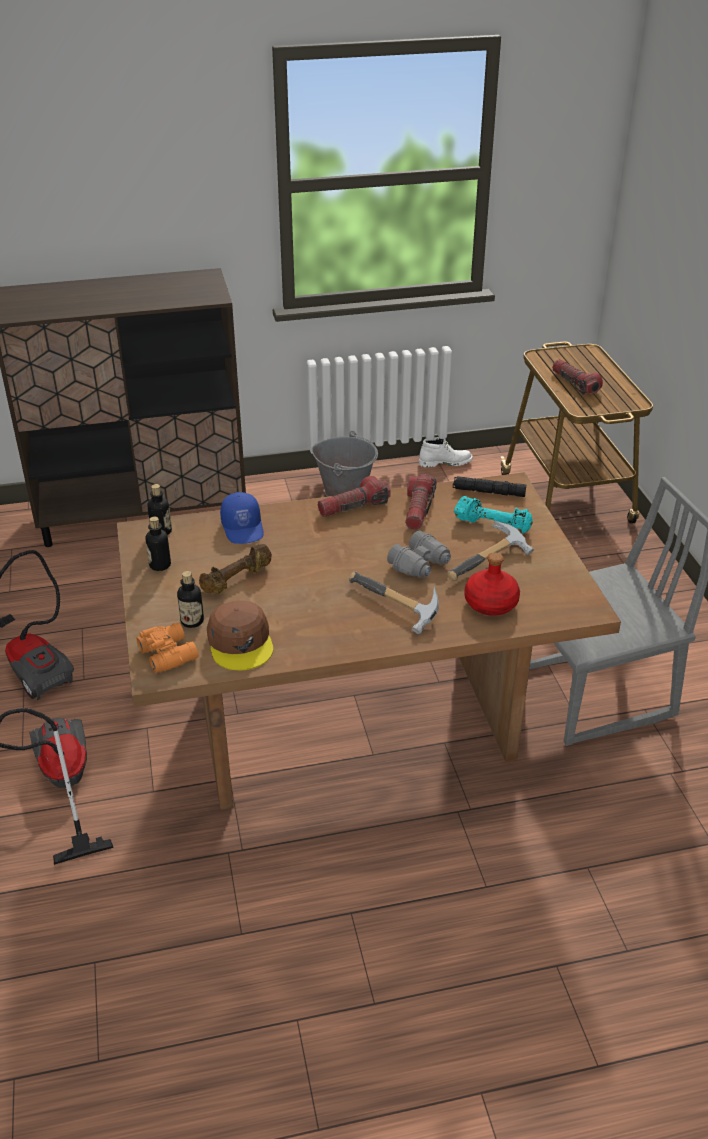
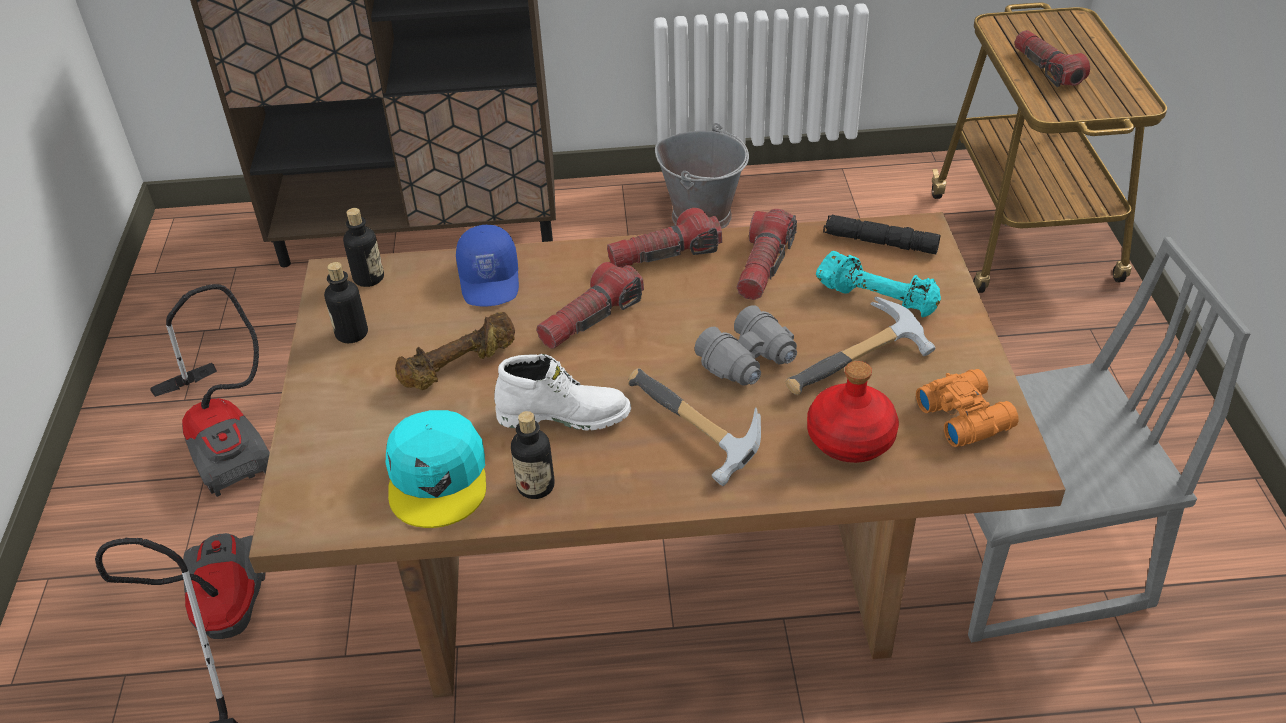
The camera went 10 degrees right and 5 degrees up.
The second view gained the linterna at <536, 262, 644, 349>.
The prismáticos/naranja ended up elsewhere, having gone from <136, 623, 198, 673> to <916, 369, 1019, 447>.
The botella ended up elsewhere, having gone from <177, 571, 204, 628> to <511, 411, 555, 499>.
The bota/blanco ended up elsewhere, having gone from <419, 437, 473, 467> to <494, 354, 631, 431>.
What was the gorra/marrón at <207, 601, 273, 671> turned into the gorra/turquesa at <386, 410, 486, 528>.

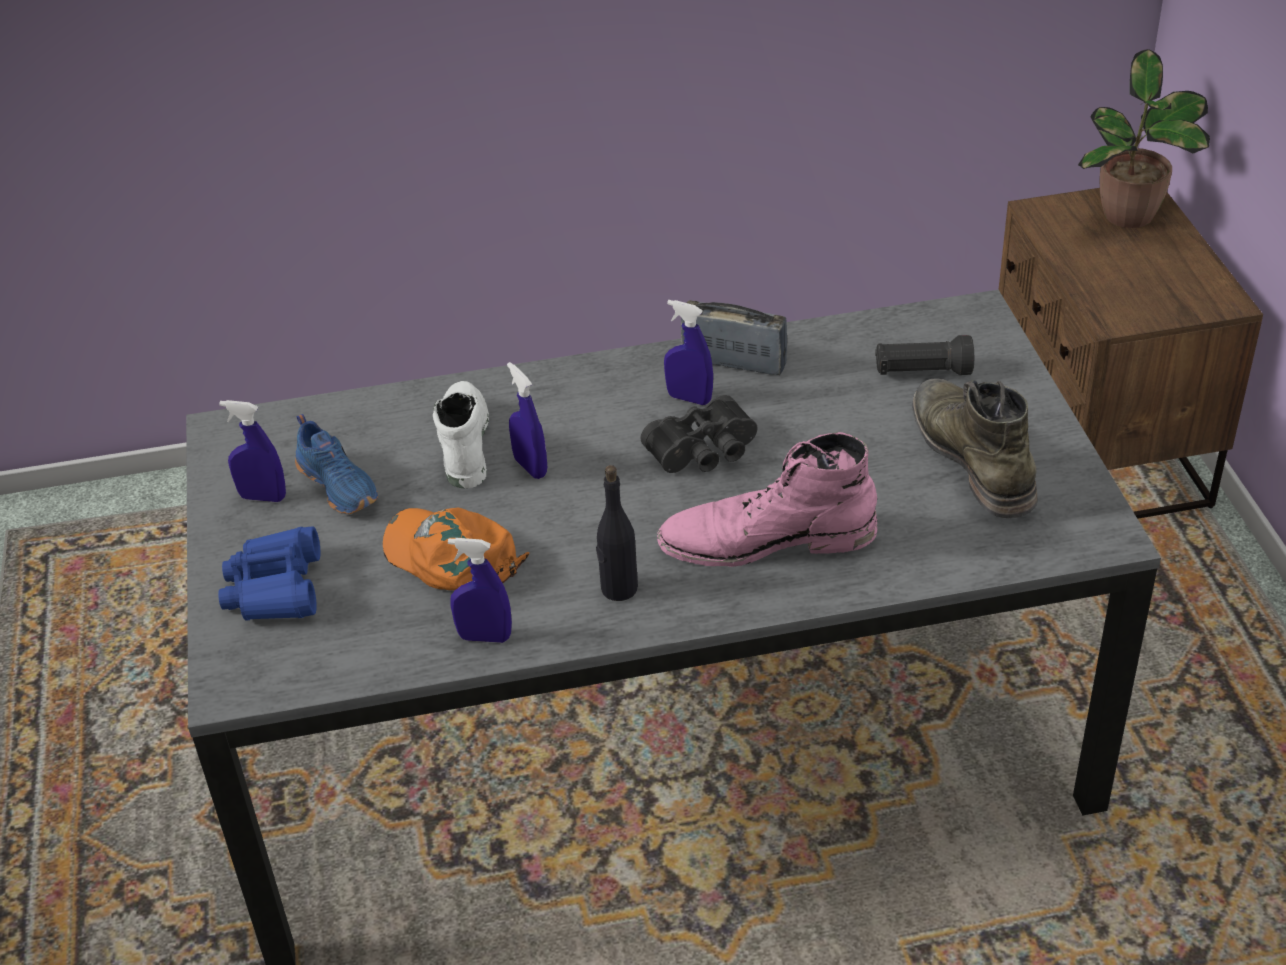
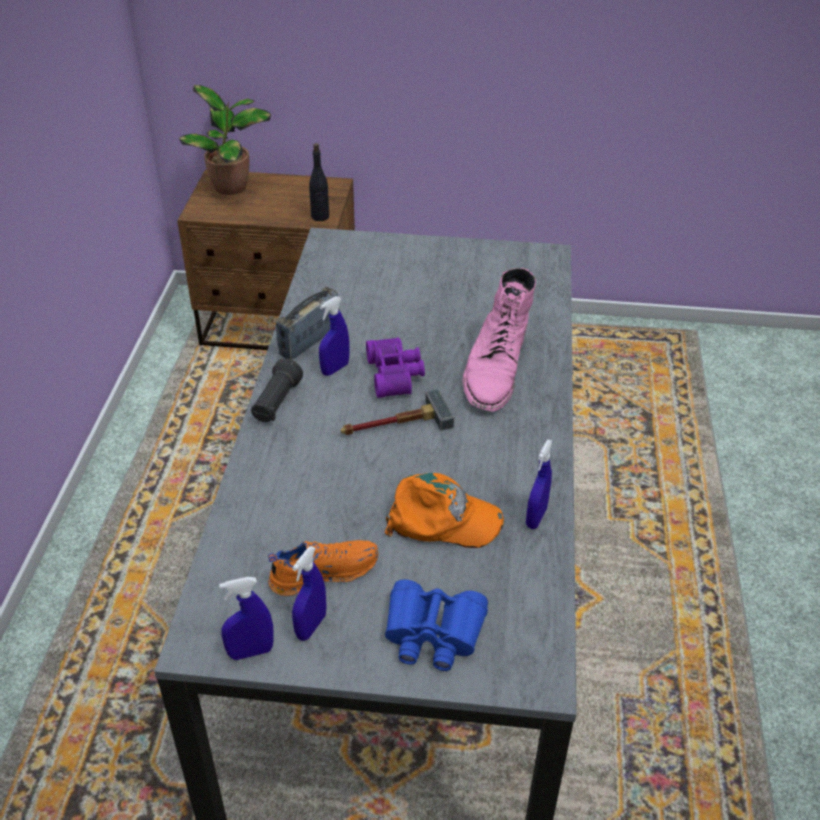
The camera went 75 degrees left and 0 degrees up.
The second view lost the bota/blanco at <433, 381, 489, 489>.
The second view lost the bota/verde at <912, 378, 1037, 518>.
The second view gained the martillo at <340, 389, 454, 435>.
The pulverizador/azul ended up elsewhere, having gone from <507, 362, 547, 479> to <219, 577, 274, 660>.
The botella/negro ended up elsewhere, having gone from <596, 465, 638, 601> to <309, 143, 329, 221>.
The linterna/negro ended up elsewhere, having gone from <875, 335, 974, 375> to <251, 358, 303, 422>.
What was the zapato/azul at <295, 414, 378, 514> turned into the zapato/naranja at <268, 540, 378, 596>.
What was the prismáticos/negro at <641, 395, 758, 473> turned into the prismáticos/morado at <366, 337, 425, 398>.
The gorra/naranja at <382, 507, 530, 590> ended up facing another way, 135 degrees counterclockwise from before.

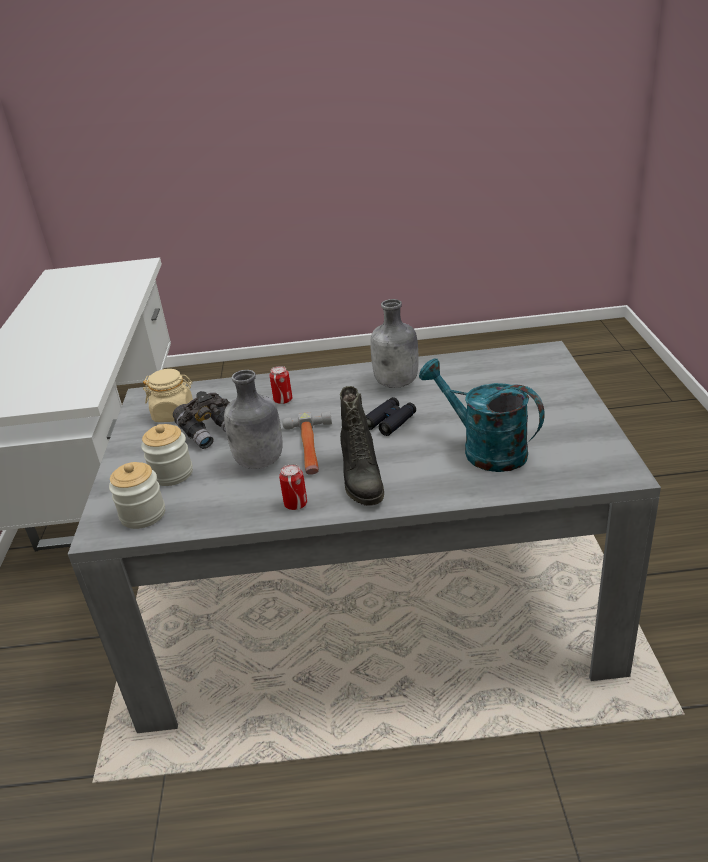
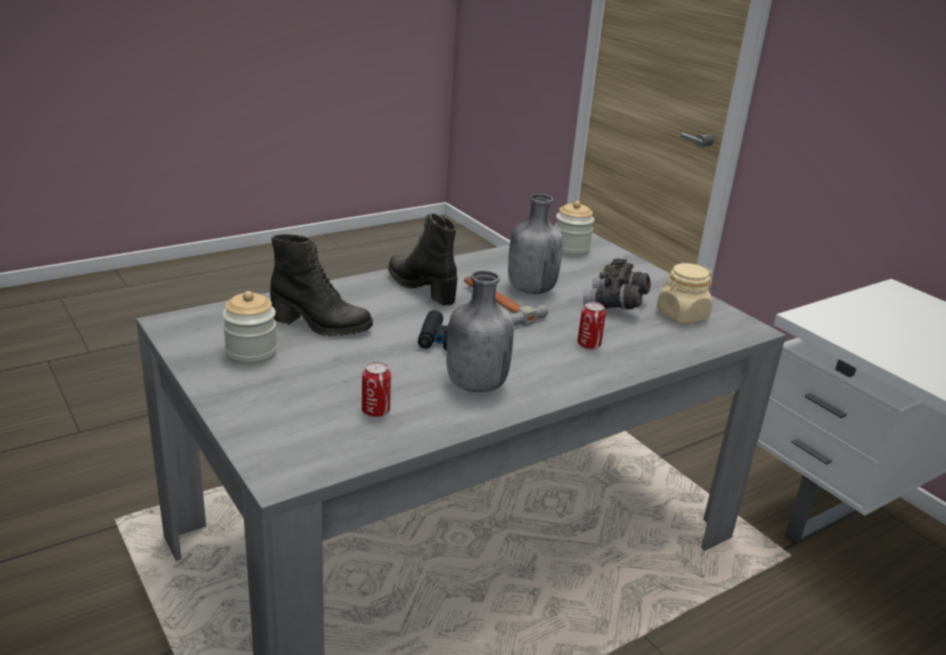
The camera went 145 degrees right and 5 degrees down.
The tarro ended up elsewhere, having gone from <141, 424, 193, 486> to <222, 291, 277, 365>.
The lata ended up elsewhere, having gone from <279, 464, 307, 510> to <362, 361, 391, 417>.
Where the regadera/turquesa stood at <419, 359, 544, 472>, the bota/negro came to stand at <270, 234, 373, 336>.

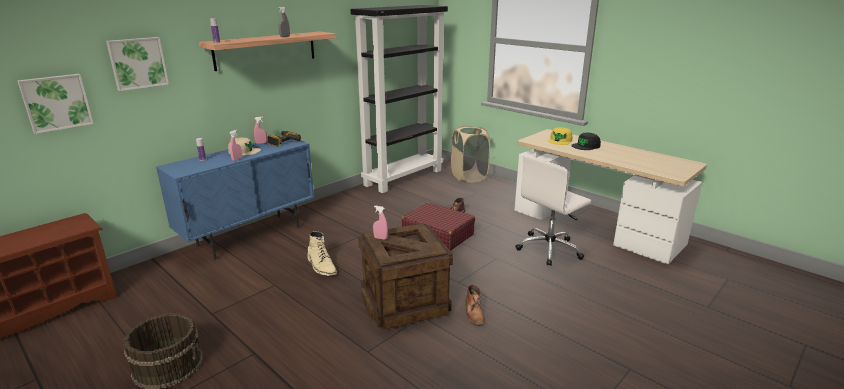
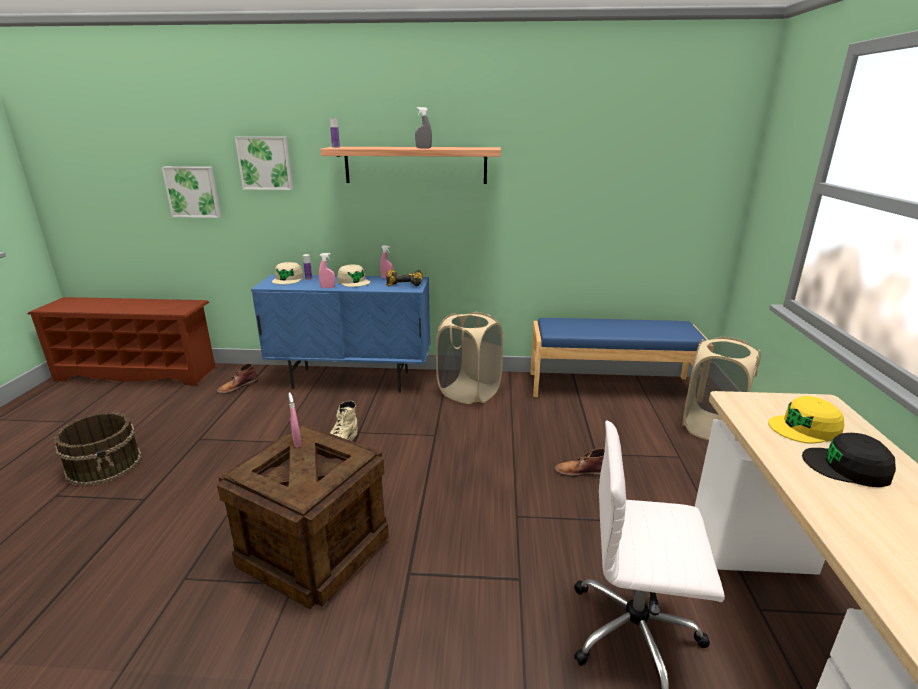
The camera went 50 degrees right and 0 degrees up.
The second view lost the maleta/rojo at <402, 202, 475, 251>.
The second view gained the gorra/beis at <272, 262, 304, 285>.
The second view gained the cesto de la ropa/beis at <436, 312, 503, 404>.
The bota/marrón ended up elsewhere, having gone from <465, 284, 485, 326> to <217, 363, 258, 394>.
Where the estantería/negro stood at <350, 5, 448, 193>, the banco/azul came to stand at <531, 318, 708, 397>.

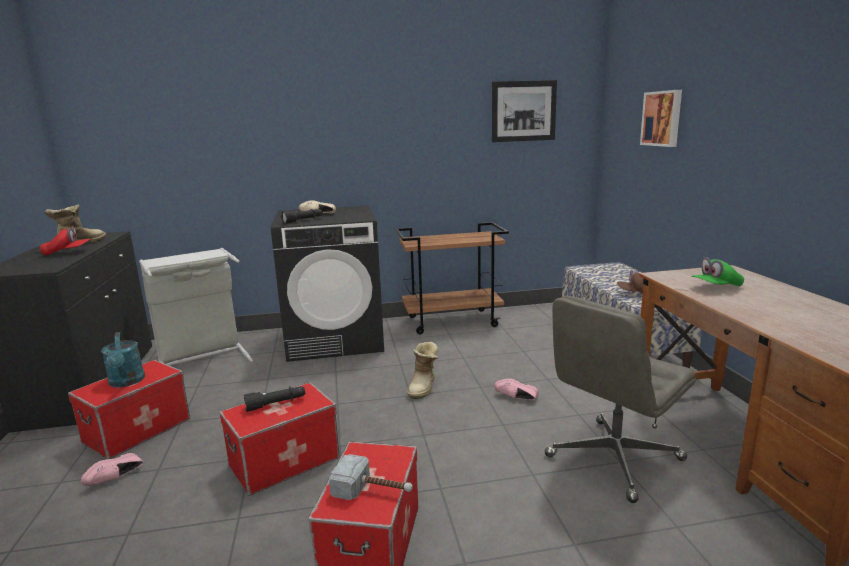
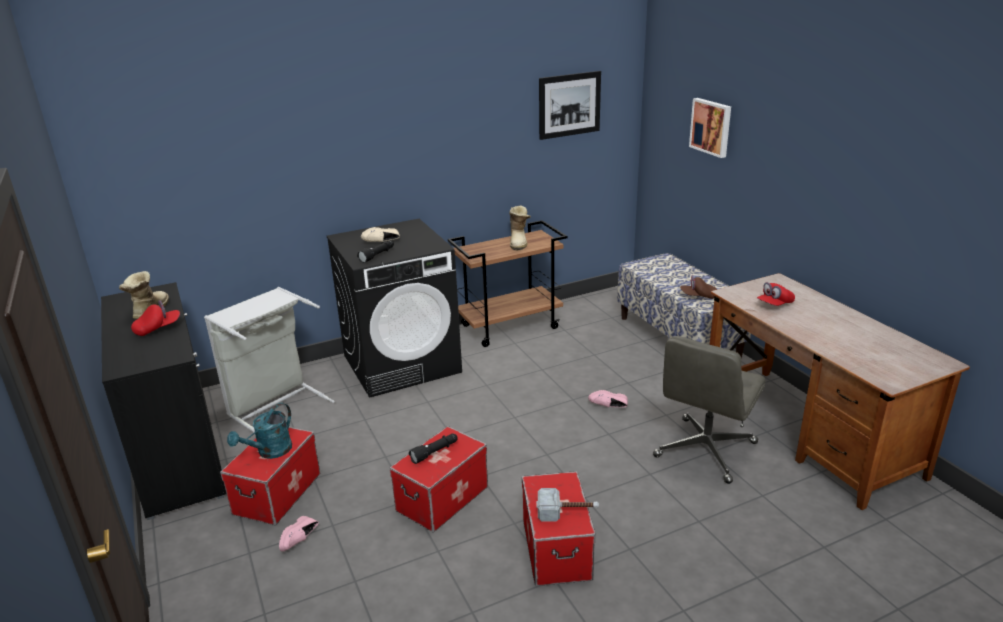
The camera went 15 degrees left and 10 degrees up.
The bota ended up elsewhere, having gone from <407, 342, 438, 399> to <509, 206, 531, 250>.
What was the gorra/verde at <692, 257, 744, 287> turned into the gorra/rojo at <757, 282, 795, 306>.
The regadera/turquesa at <101, 332, 145, 387> ended up facing another way, 75 degrees clockwise from before.

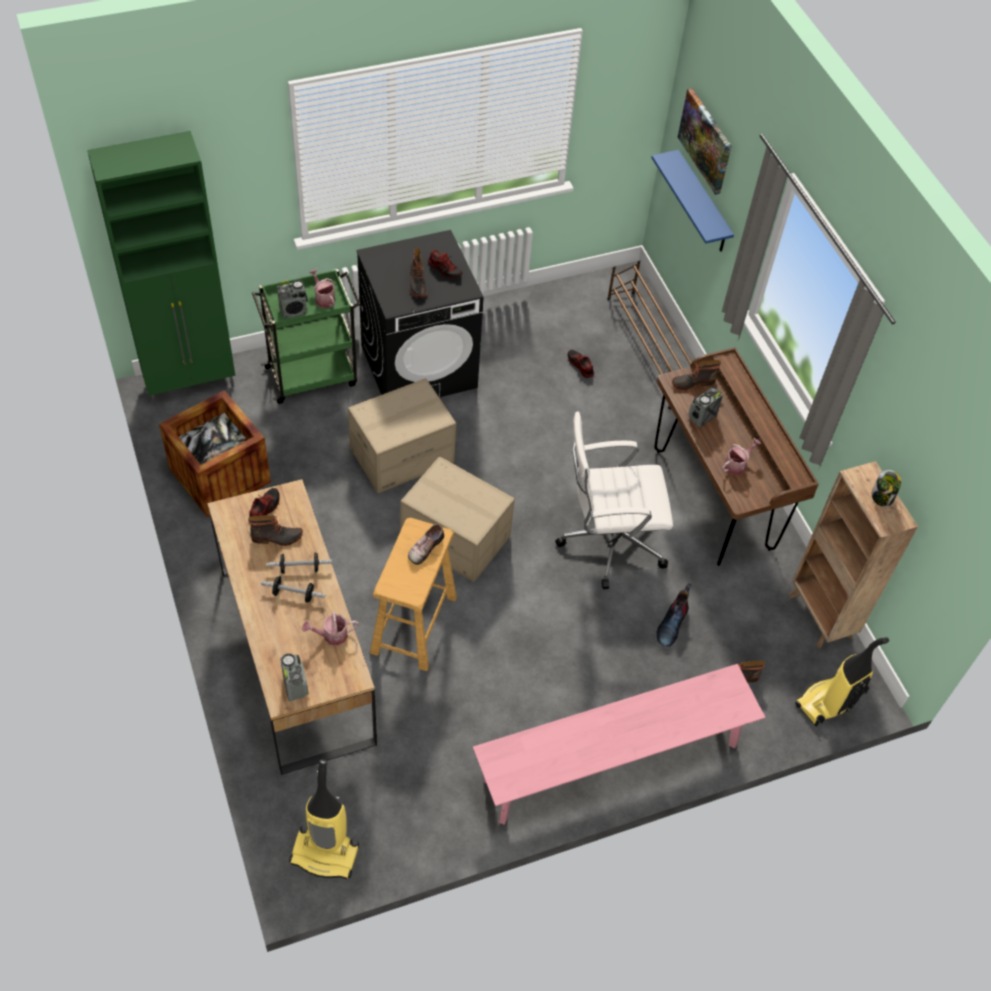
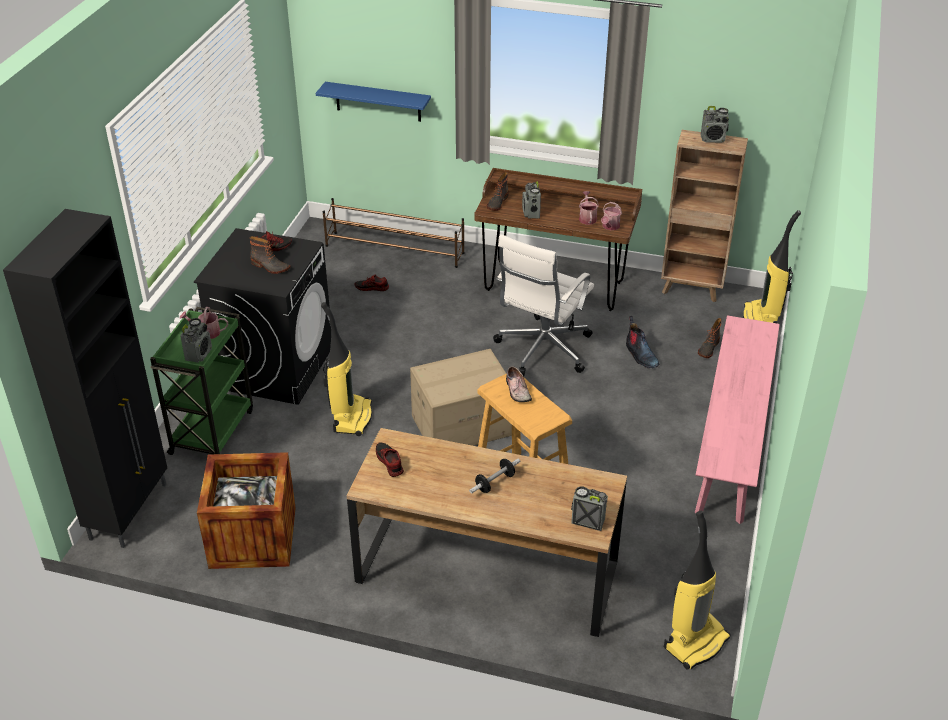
The camera went 50 degrees left and 15 degrees down.
The second view lost the bota at <249, 515, 303, 546>.
The second view lost the mancuerna at <267, 552, 332, 574>.
The second view lost the cuadro at <678, 88, 732, 195>.
The regadera ended up elsewhere, having gone from <302, 611, 359, 645> to <601, 202, 622, 230>.
Where the caja de cartón stood at <348, 378, 456, 493>, the aspiradora came to stand at <321, 302, 372, 436>.
Where the tarro stood at <872, 470, 901, 507>, the radio came to stand at <701, 106, 729, 143>.
What was the armario/verde at <87, 131, 235, 405> turned into the armario/negro at <3, 209, 167, 548>.

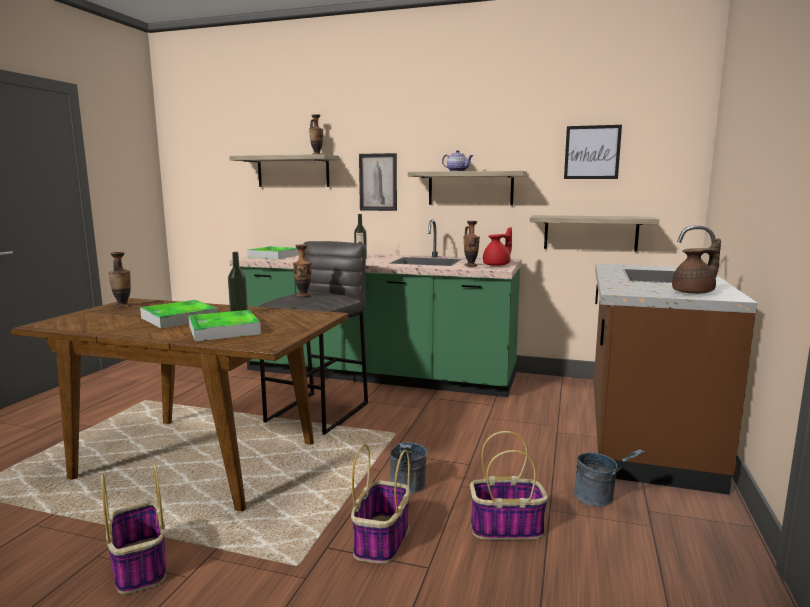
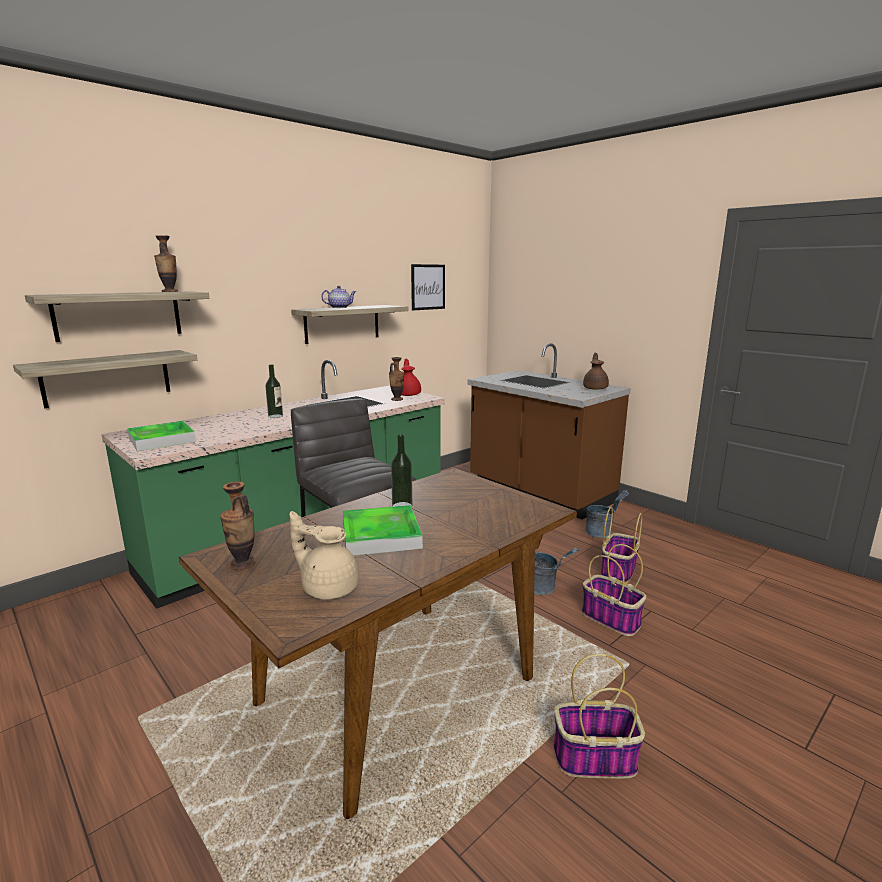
The camera went 60 degrees left and 5 degrees up.
The second view lost the bandeja at <189, 310, 261, 341>.
The second view lost the florero at <293, 245, 312, 297>.
The second view lost the cuadro at <359, 153, 397, 211>.
The second view gained the tetera/beis at <289, 511, 359, 600>.
The estante ended up elsewhere, having gone from <530, 215, 659, 252> to <13, 350, 197, 408>.

